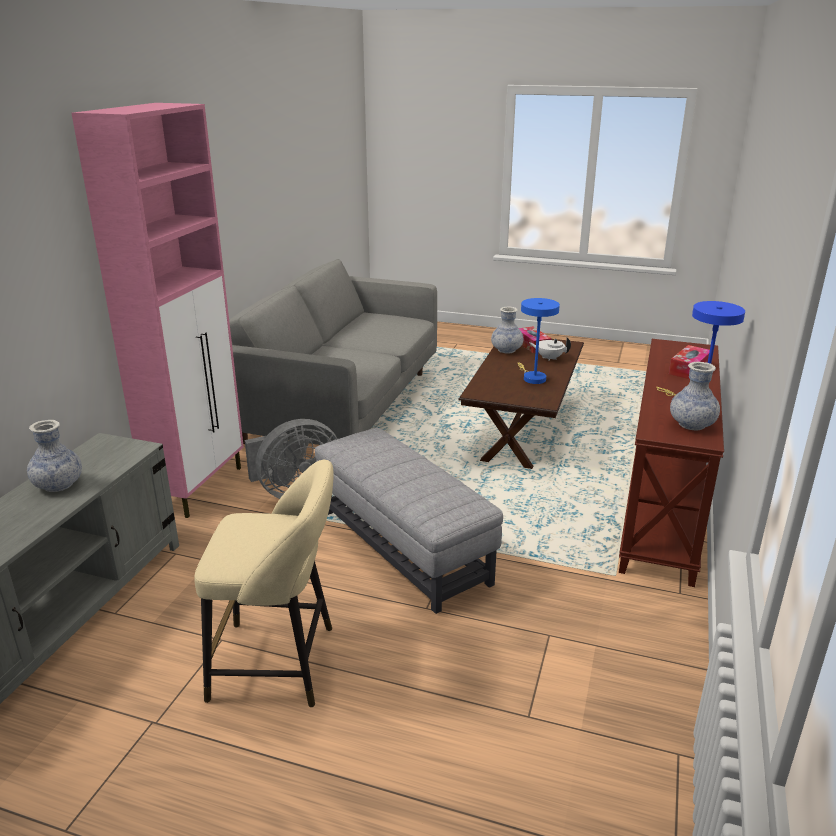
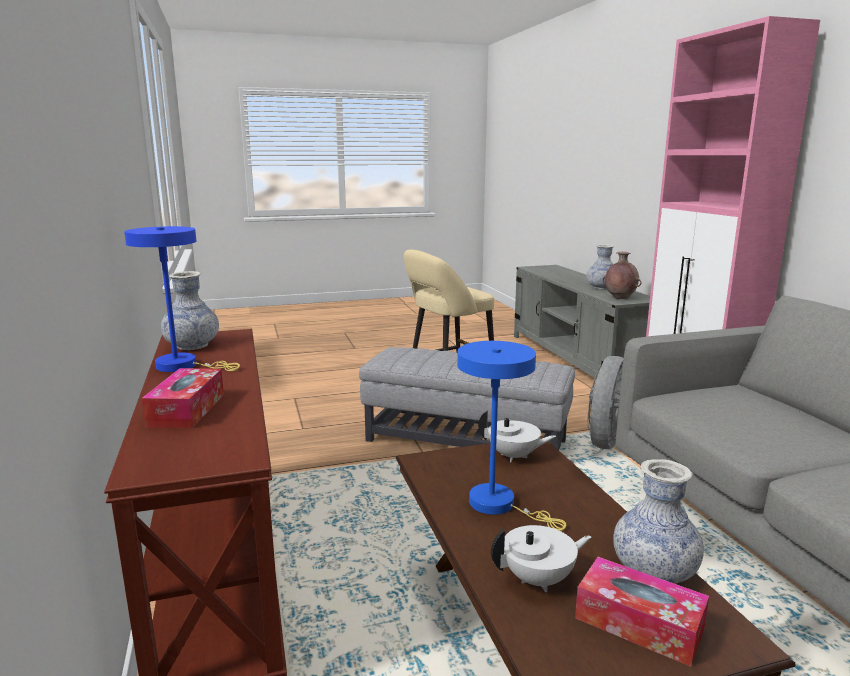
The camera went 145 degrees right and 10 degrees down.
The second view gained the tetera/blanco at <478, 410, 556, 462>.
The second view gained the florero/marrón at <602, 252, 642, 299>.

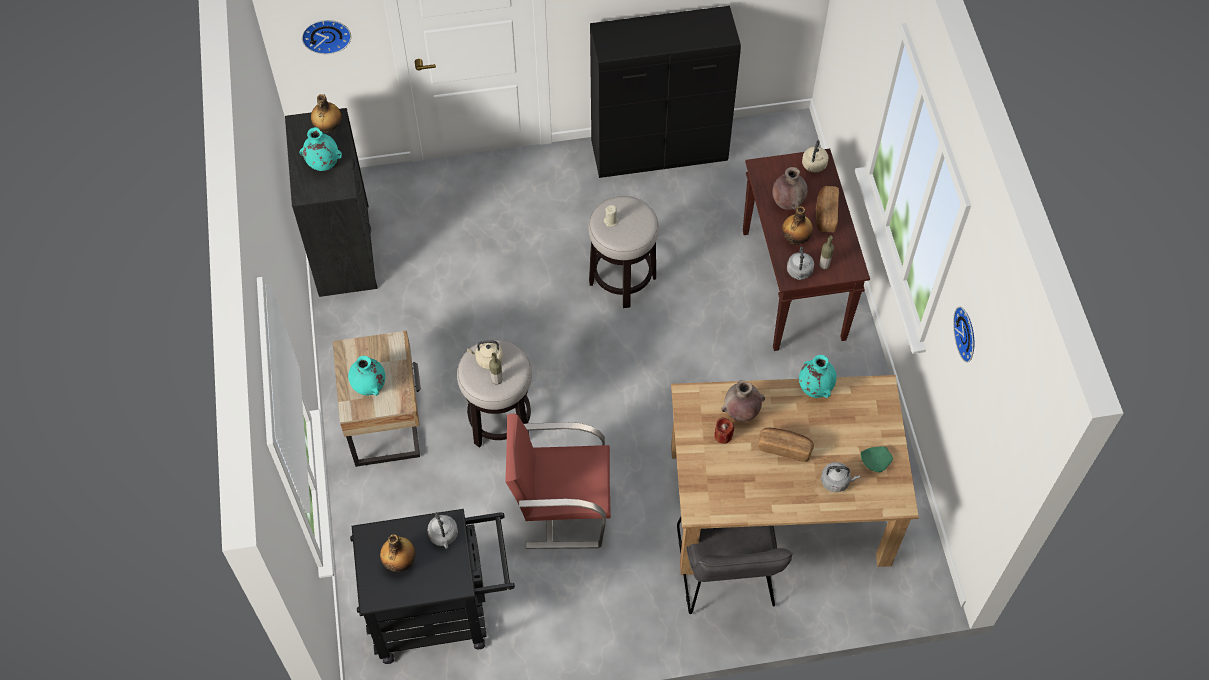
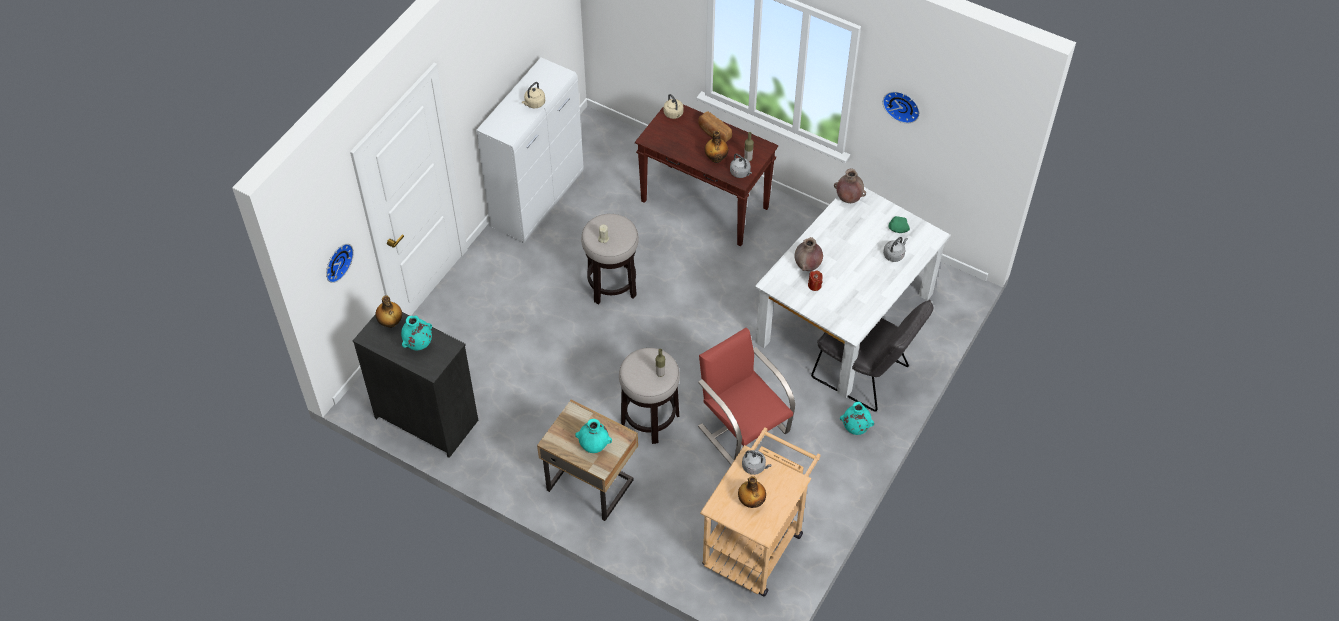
The camera went 50 degrees left and 5 degrees down.
The second view lost the pan at <758, 428, 814, 462>.
The hervidor/beis ended up elsewhere, having gone from <467, 340, 503, 369> to <522, 82, 545, 108>.
The florero/marrón ended up elsewhere, having gone from <772, 167, 807, 210> to <834, 169, 866, 203>.
The florero/turquesa ended up elsewhere, having gone from <799, 355, 837, 398> to <840, 402, 874, 435>.
What was the carrito/negro at <350, 509, 515, 664> turned into the carrito/beis at <700, 427, 821, 596>.
What was the armario/negro at <590, 6, 741, 178> turned into the armario/blanco at <476, 57, 584, 243>.
What was the mesa de comedor/marrón at <671, 375, 919, 575> turned into the mesa de comedor/blanco at <755, 187, 951, 398>.
The silla/rojo at <505, 413, 611, 549> ended up facing another way, 105 degrees clockwise from before.

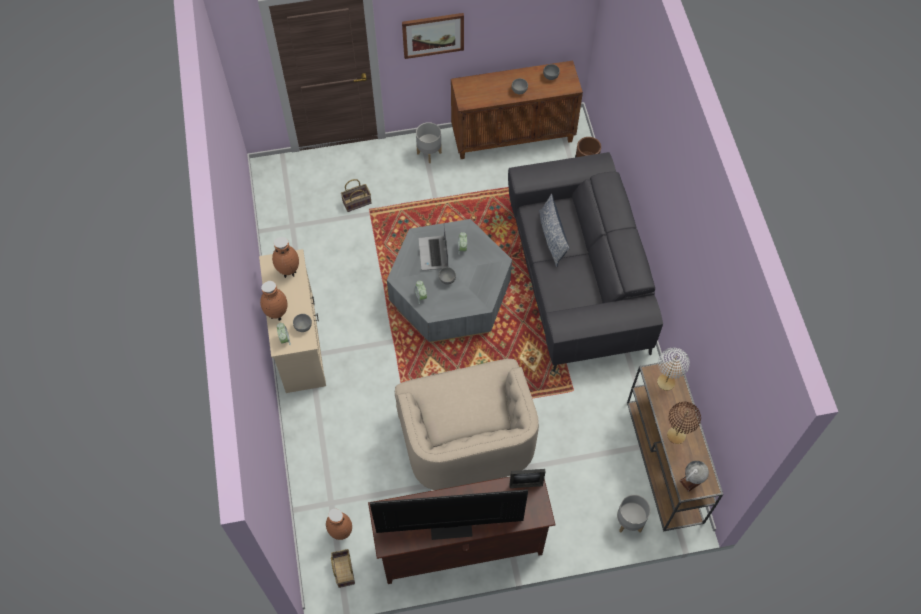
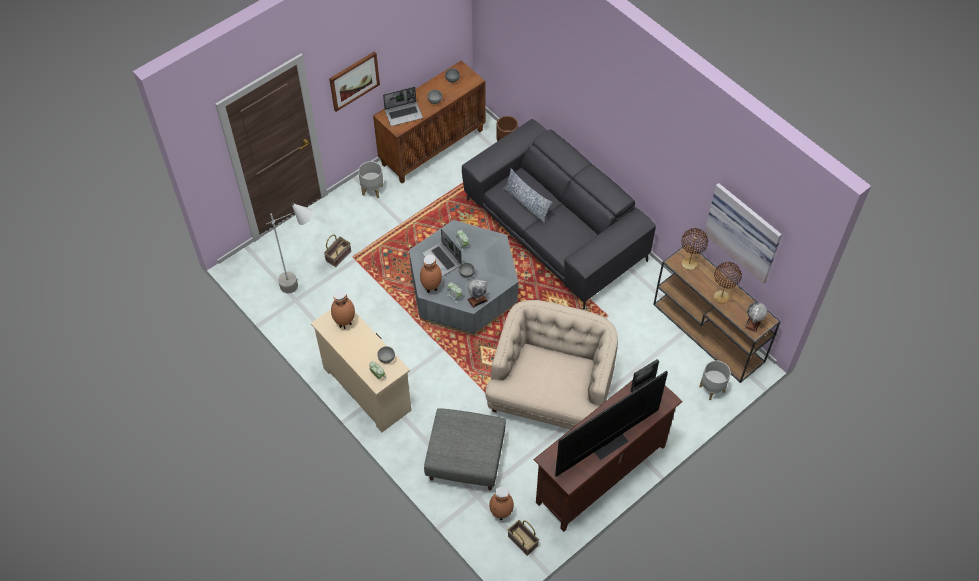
The camera went 30 degrees left and 5 degrees down.
The second view gained the lámpara de pie/gris at <267, 203, 314, 293>.
The second view gained the portátil at <383, 87, 423, 126>.
The second view gained the puf/gris at <424, 408, 506, 490>.
The second view gained the globo terráqueo at <467, 279, 488, 308>.
The second view gained the cuadro at <704, 183, 782, 284>.
The florero/marrón ended up elsewhere, having gone from <260, 281, 288, 321> to <420, 254, 442, 293>.
What was the lámpara de mesa/blanco at <657, 347, 690, 391> turned into the lámpara de mesa/marrón at <681, 228, 708, 270>.
The sillón/beis at <395, 359, 539, 490> ended up facing another way, 120 degrees counterclockwise from before.

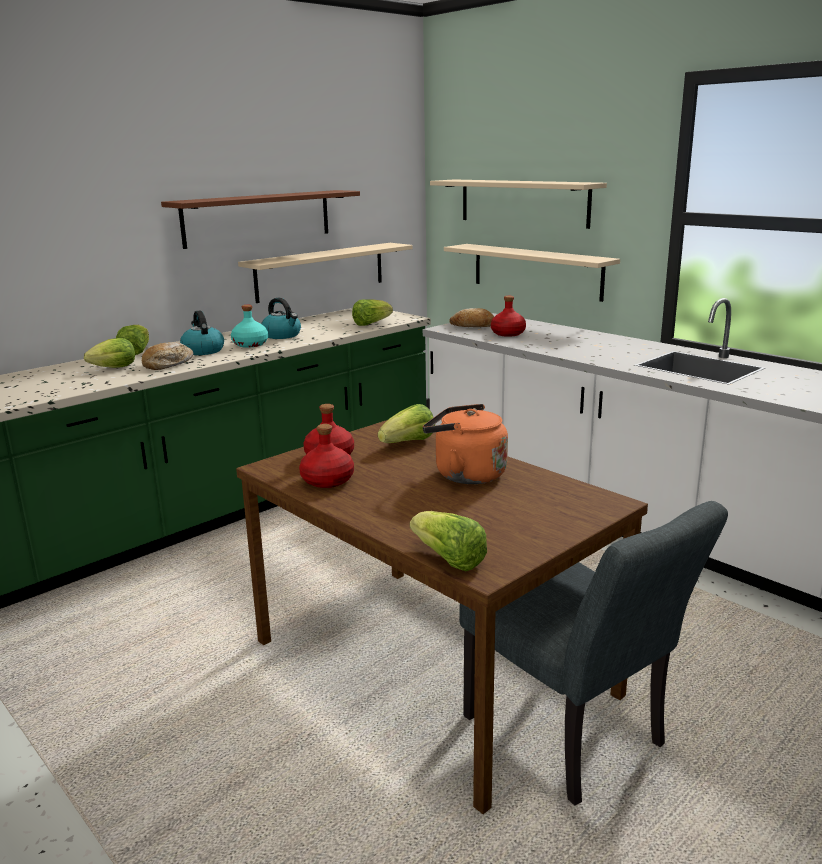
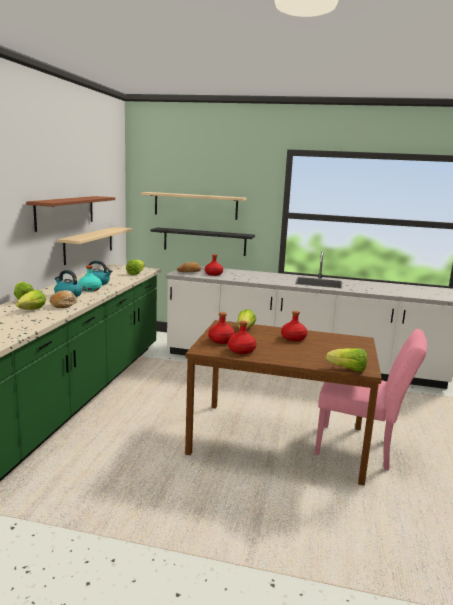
The camera went 35 degrees left and 5 degrees down.
Where the hervidor/naranja stood at <423, 404, 508, 484>, the botella/rojo came to stand at <281, 311, 308, 341>.
What was the estante/beis at <444, 244, 620, 302> turned into the estante/negro at <150, 227, 255, 256>.
What was the silla/gris at <459, 501, 728, 806> turned into the silla/rosa at <315, 329, 427, 471>.

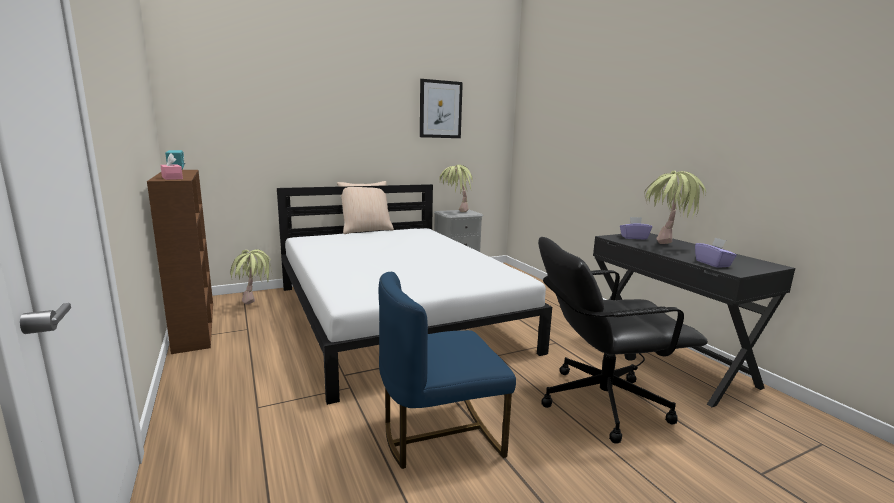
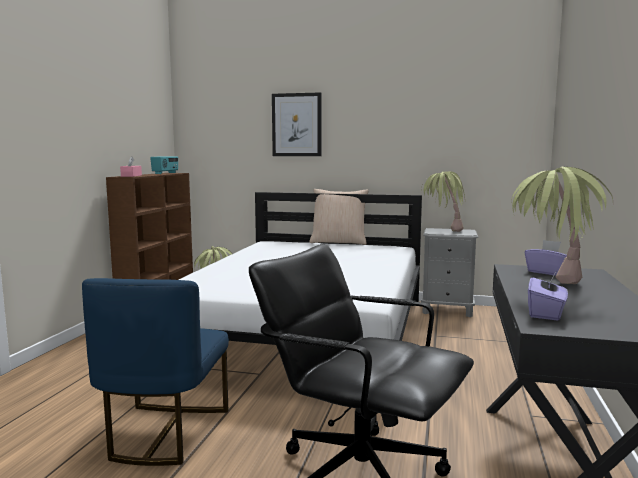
The camera went 40 degrees right and 5 degrees down.
The cuadro ended up elsewhere, having gone from <420, 79, 463, 138> to <272, 92, 322, 156>.
The silla/azul at <379, 272, 516, 469> ended up facing another way, 105 degrees counterclockwise from before.

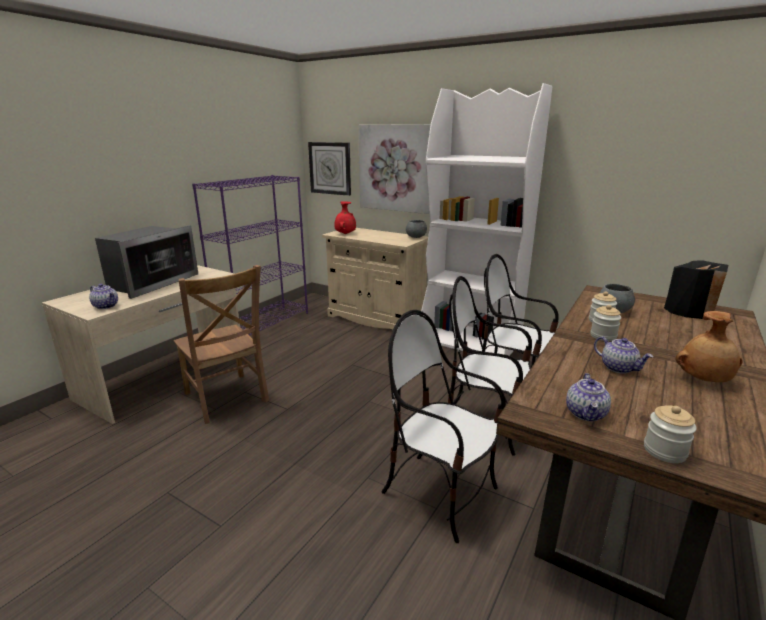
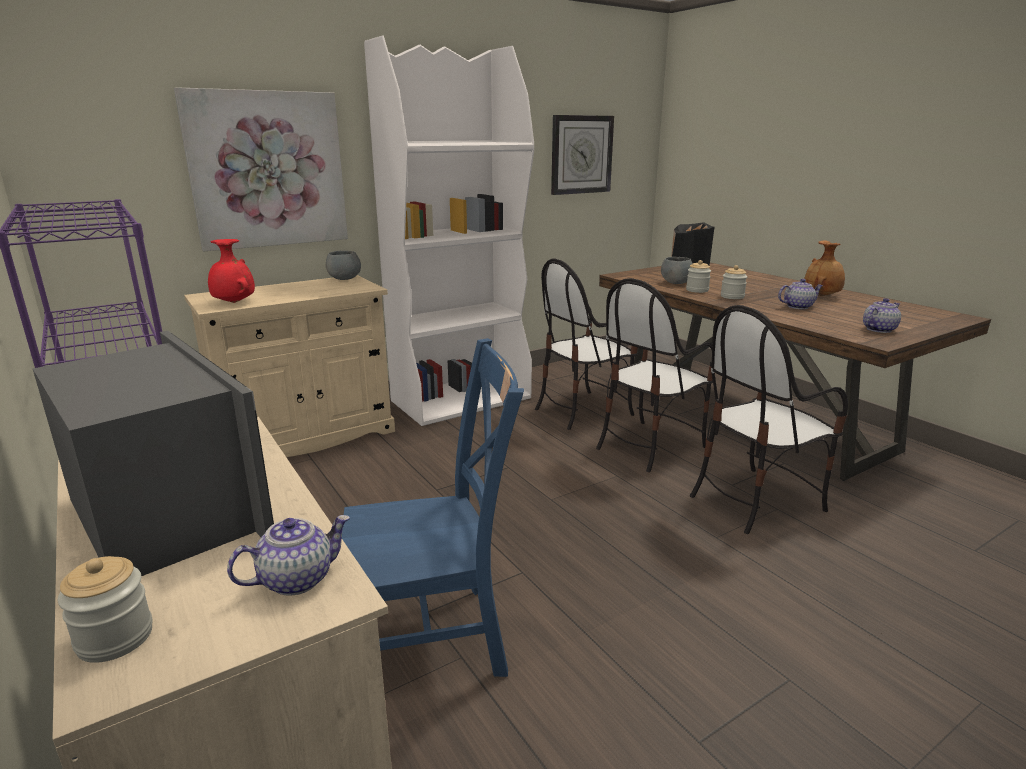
The camera went 65 degrees left and 0 degrees up.
The reloj de pared ended up elsewhere, having gone from <308, 142, 351, 196> to <551, 115, 614, 195>.
The tarro ended up elsewhere, having gone from <644, 405, 697, 463> to <58, 556, 153, 663>.
What was the silla/marrón at <174, 265, 269, 424> turned into the silla/azul at <342, 338, 524, 677>.
The tetera at <566, 373, 611, 421> ended up facing another way, 75 degrees counterclockwise from before.

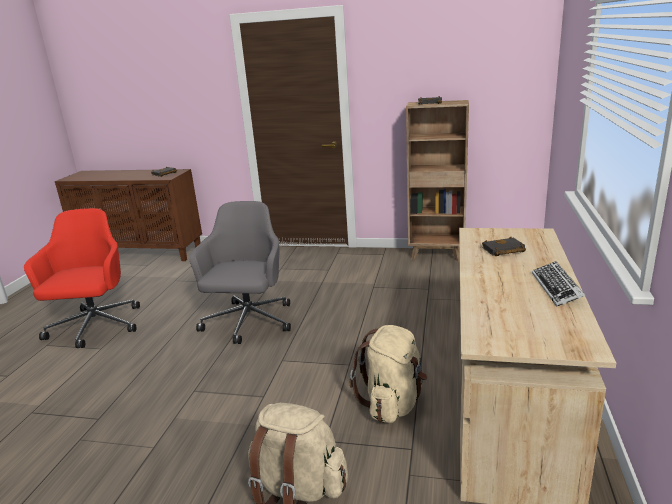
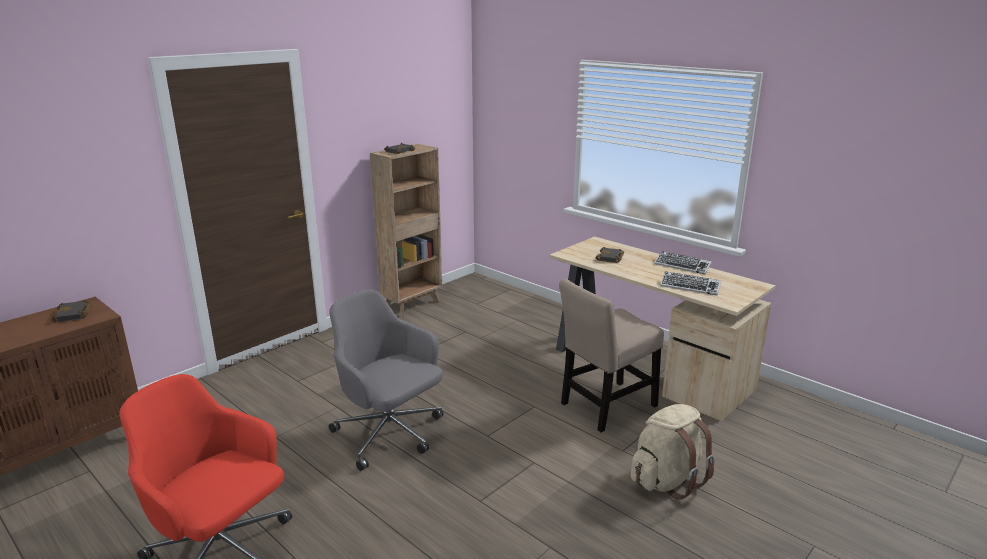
The camera went 60 degrees left and 0 degrees up.
The second view gained the teclado at <660, 272, 721, 295>.
Where the mochila/beis stood at <350, 325, 427, 423>, the silla/beis came to stand at <559, 279, 664, 432>.

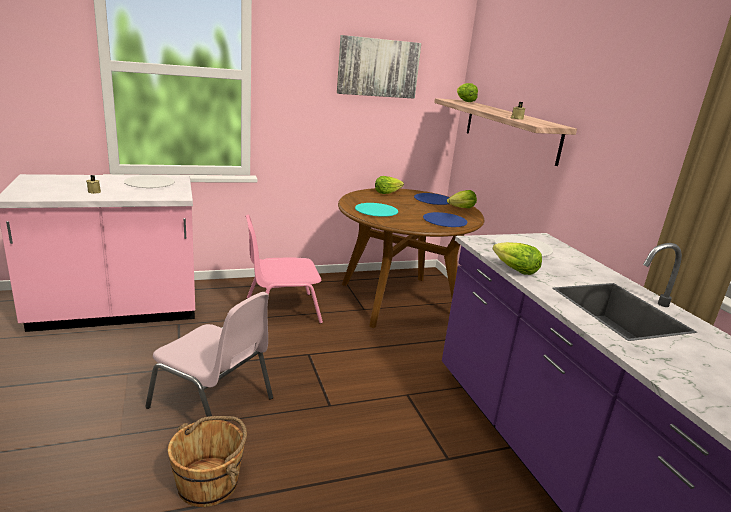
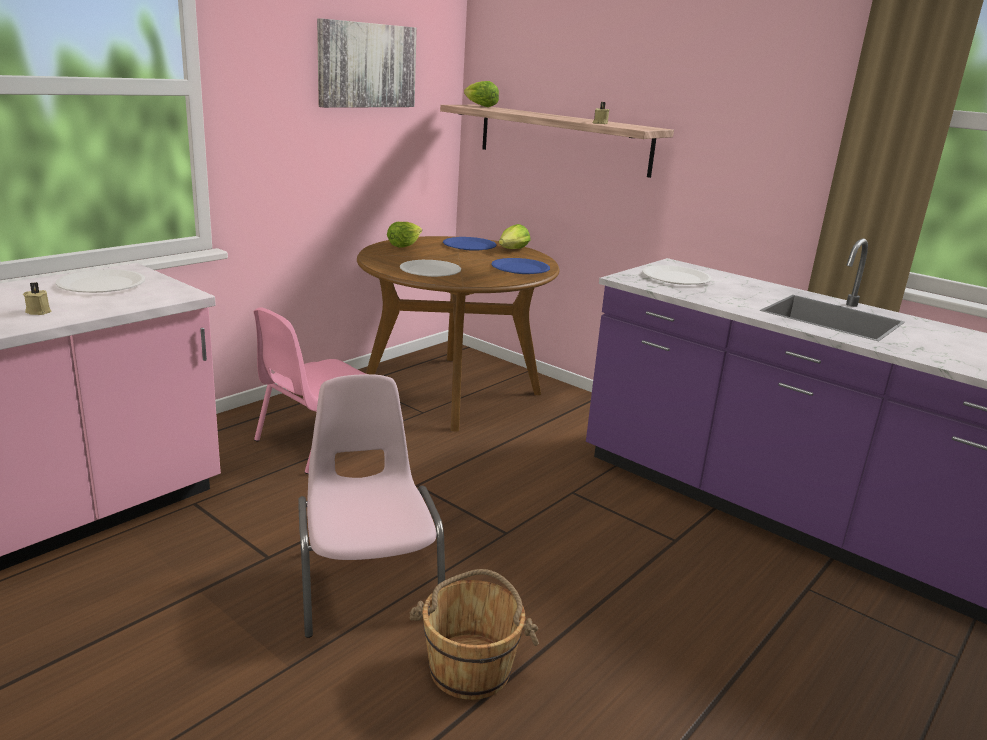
The camera went 30 degrees left and 0 degrees up.
The second view lost the lechuga at <493, 242, 542, 275>.
What was the plato/turquesa at <355, 203, 398, 217> turned into the plato/blanco at <400, 260, 461, 277>.
The silla/rosa at <145, 292, 273, 417> ended up facing another way, 105 degrees counterclockwise from before.

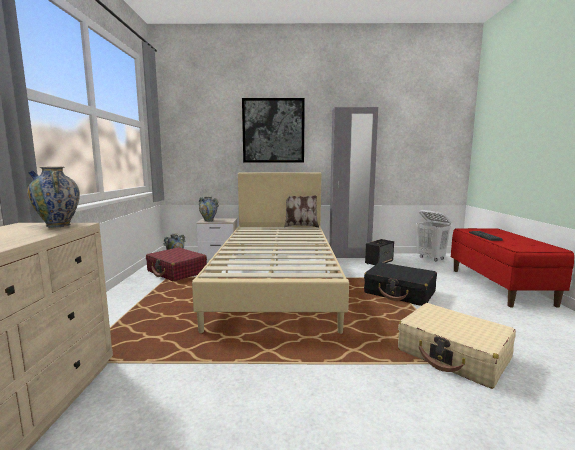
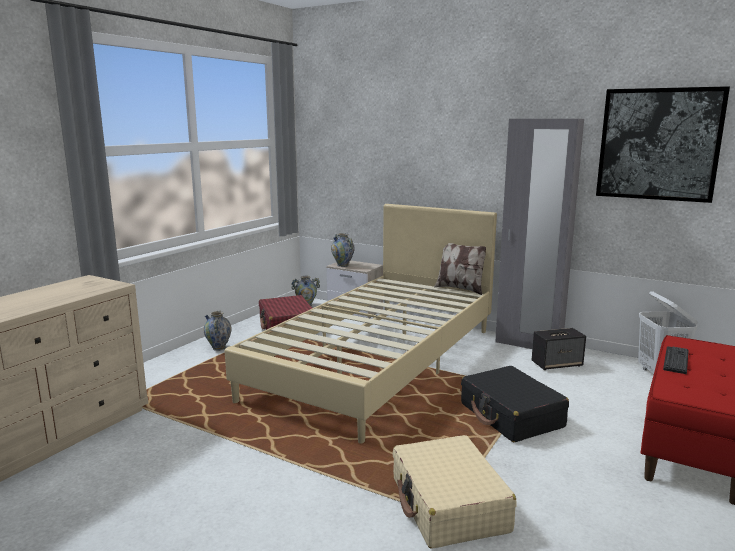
The camera went 30 degrees right and 5 degrees up.
The florero ended up elsewhere, having gone from <27, 166, 80, 228> to <203, 311, 231, 351>.
The cuadro ended up elsewhere, having gone from <242, 98, 305, 162> to <596, 86, 730, 203>.

